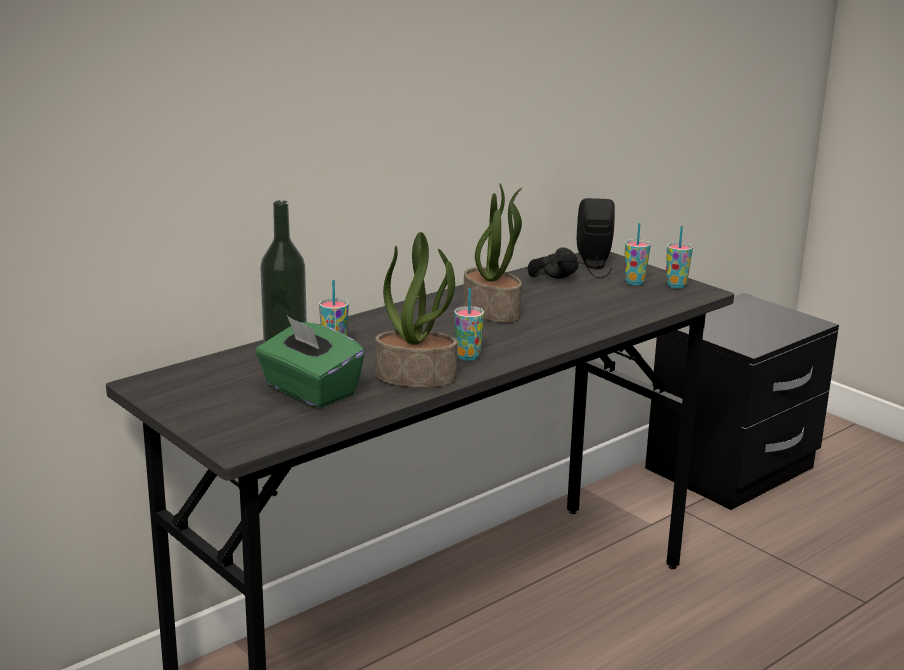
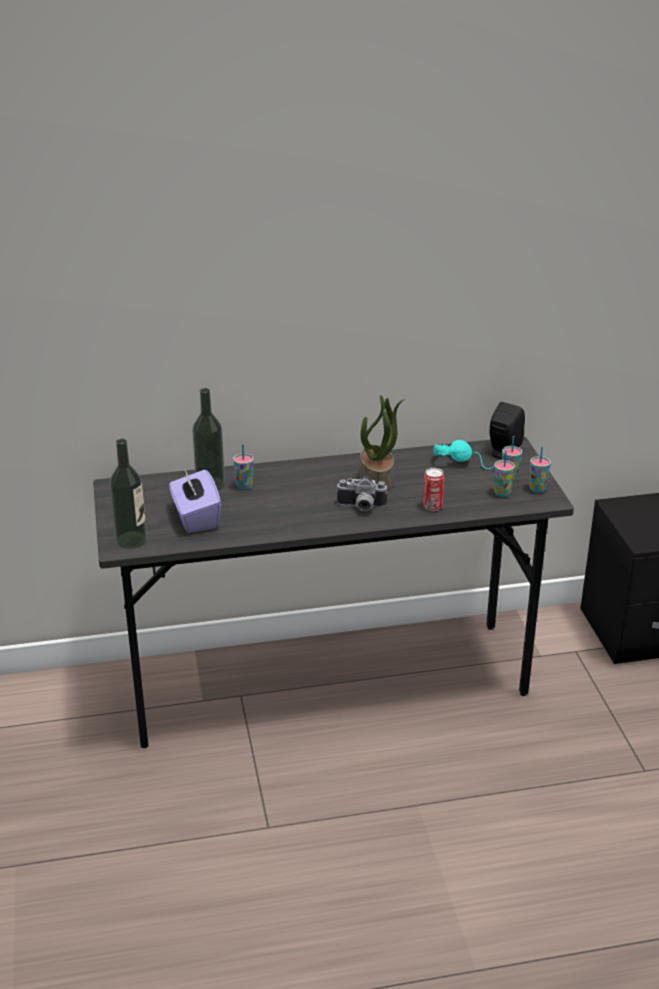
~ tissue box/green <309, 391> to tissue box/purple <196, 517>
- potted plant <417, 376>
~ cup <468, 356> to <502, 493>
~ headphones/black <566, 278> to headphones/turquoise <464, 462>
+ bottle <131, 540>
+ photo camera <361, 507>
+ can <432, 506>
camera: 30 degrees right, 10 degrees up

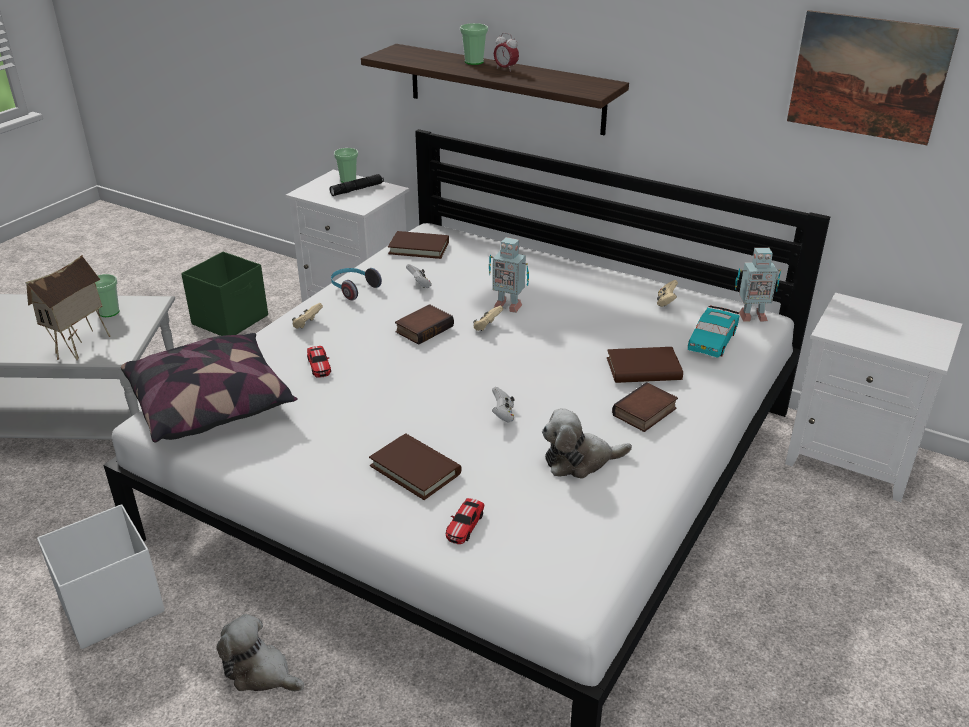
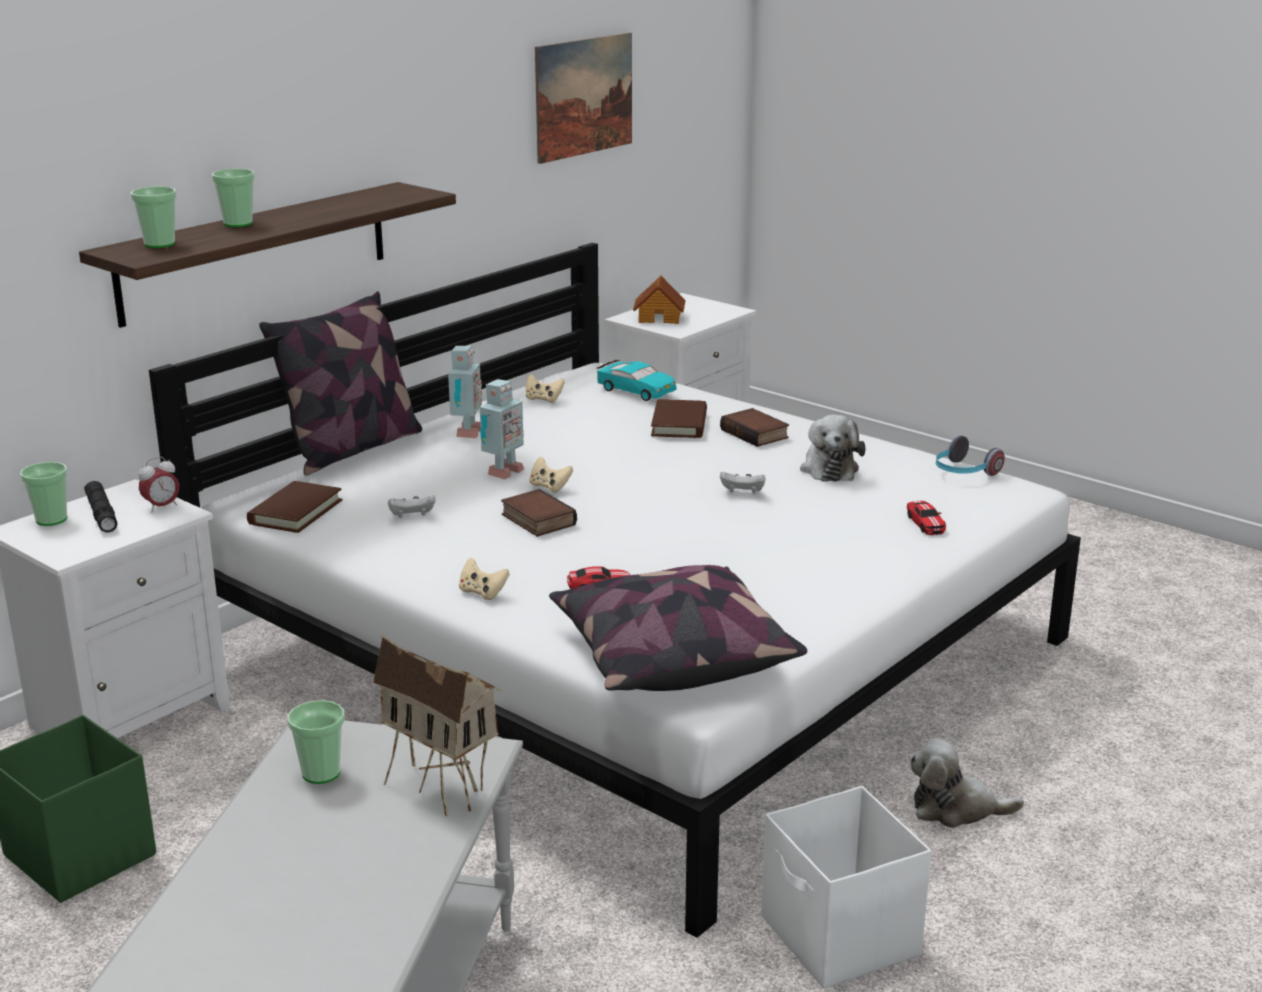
~ plush toy <261, 672> = <956, 809> 60 degrees clockwise
~ headphones <353, 289> to <963, 473>
- book/brown <415, 470>
~ toy car <465, 525> = <925, 523> 45 degrees clockwise
~ alarm clock <505, 69> to <161, 507>
~ toy robot <751, 316> to <466, 433>
+ cup <159, 244>
+ pillow <352, 448>
+ toy house <660, 317>
camera: 80 degrees left, 10 degrees down

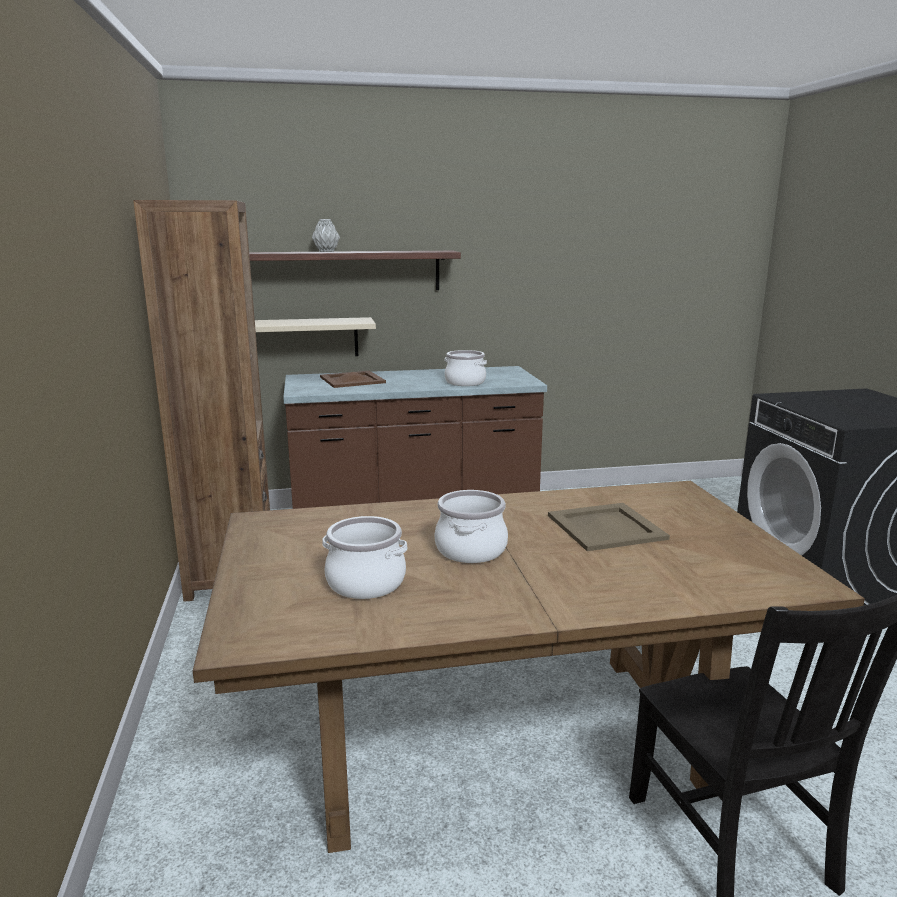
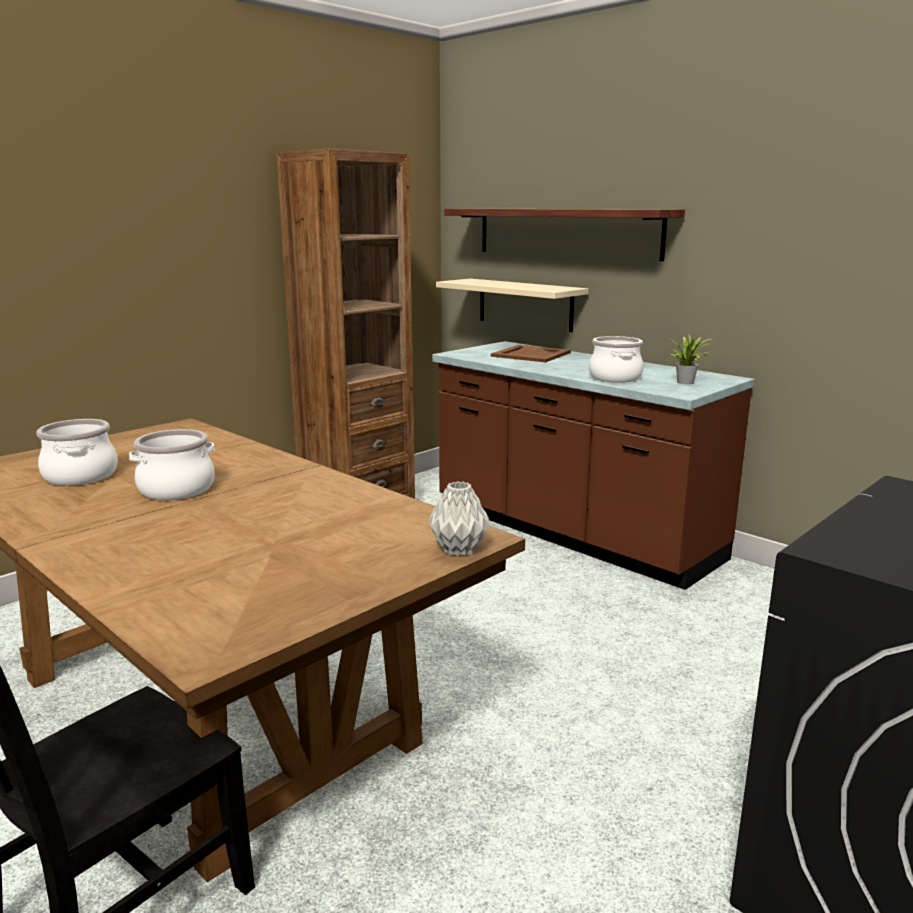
~ vase/grey <326, 251> to <460, 549>
- tray/beige <607, 527>
+ potted plant <687, 382>
camera: 55 degrees right, 0 degrees up

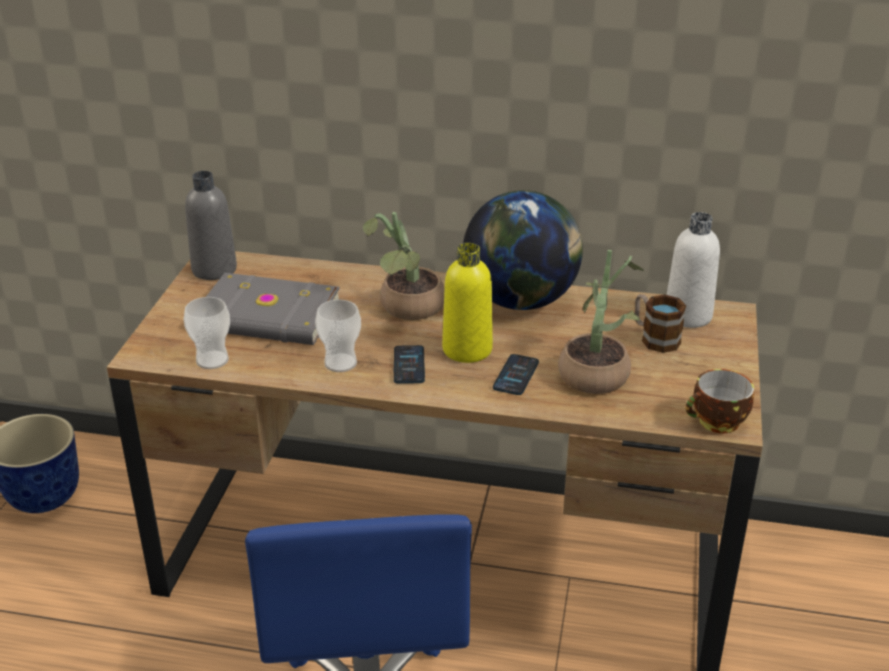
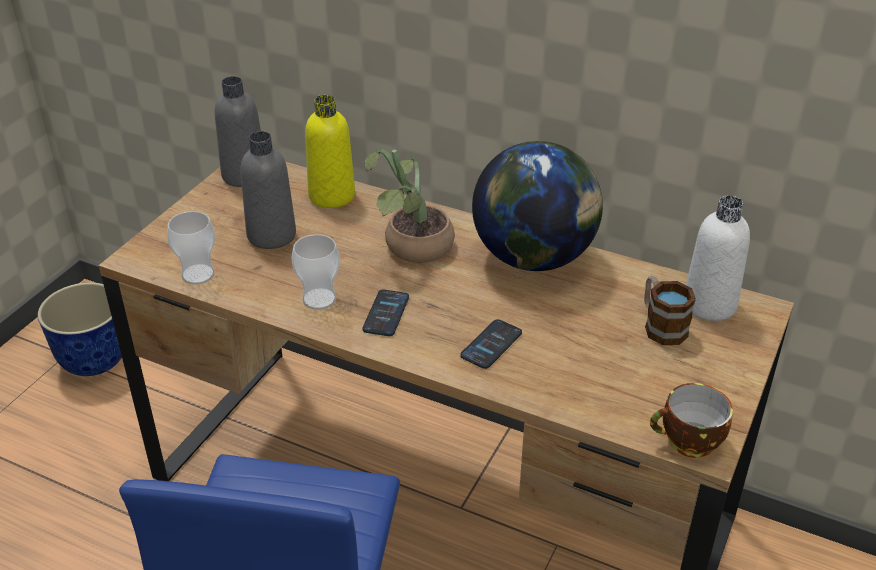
~ book/grey <267, 317> to bottle/grey <271, 235>
~ bottle/yellow <467, 349> to <332, 196>
- potted plant <597, 371>
camera: 15 degrees right, 5 degrees up

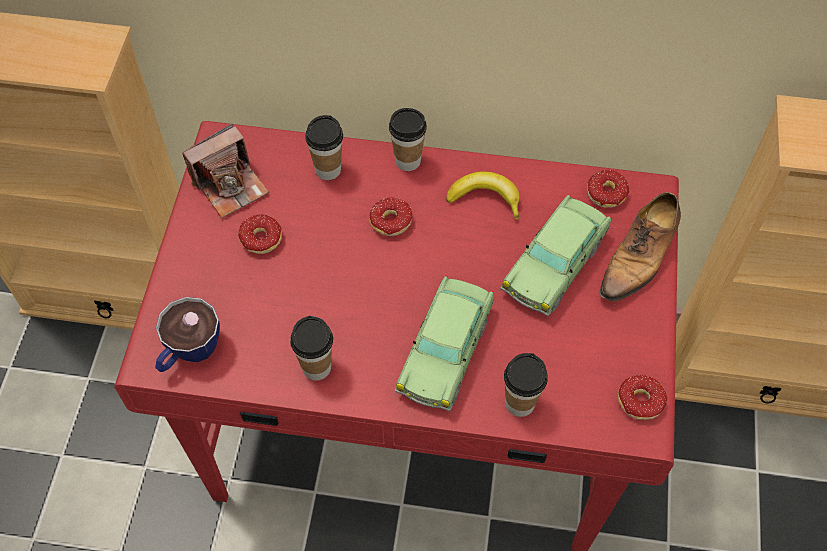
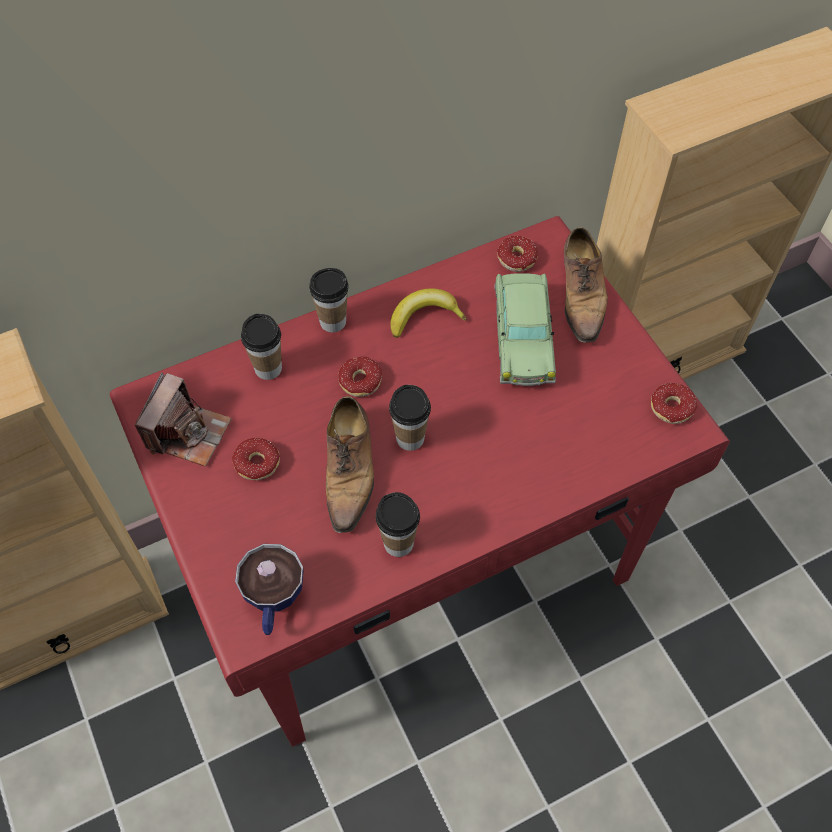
- toy car <445, 351>
~ cup <519, 403> to <410, 438>
+ shoe <349, 471>
camera: 35 degrees left, 0 degrees up

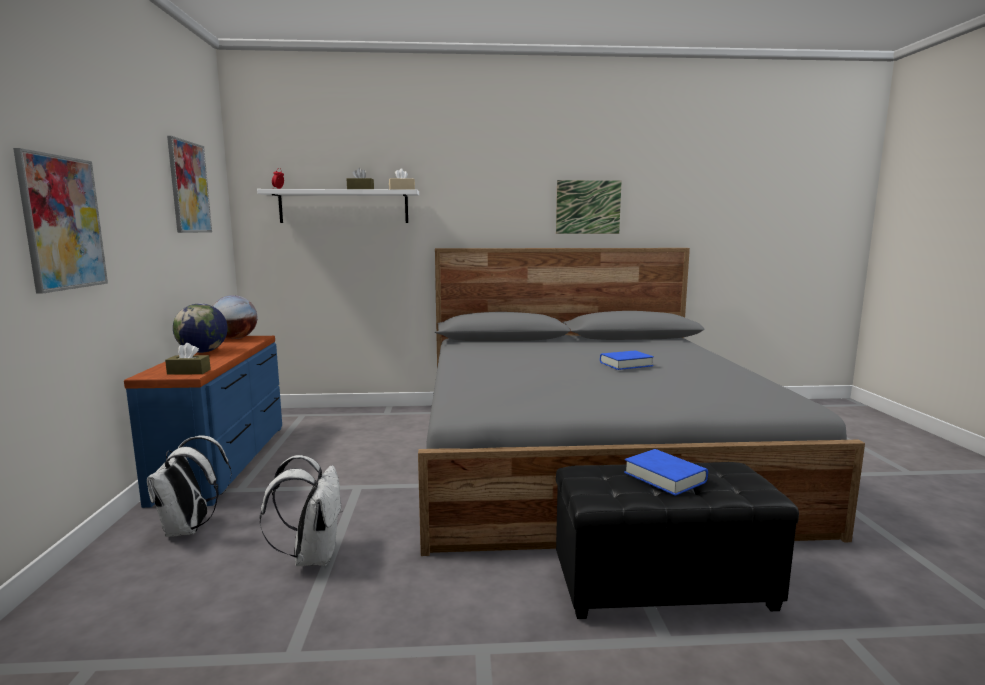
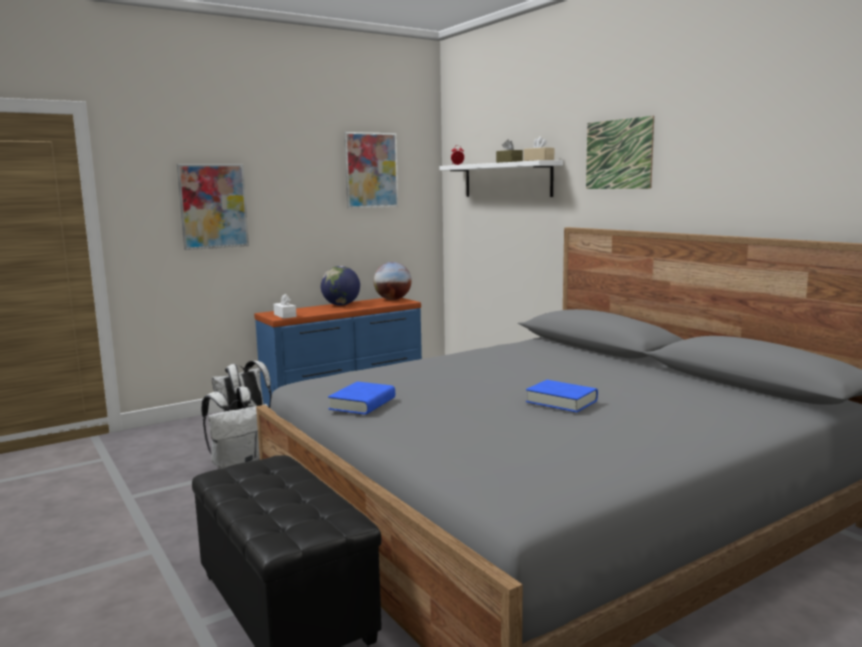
~ tissue box/brown <189, 372> to tissue box/white <285, 315>
~ picture <588, 207> to <618, 154>
~ book/blue <665, 477> to <362, 404>
camera: 60 degrees right, 0 degrees up

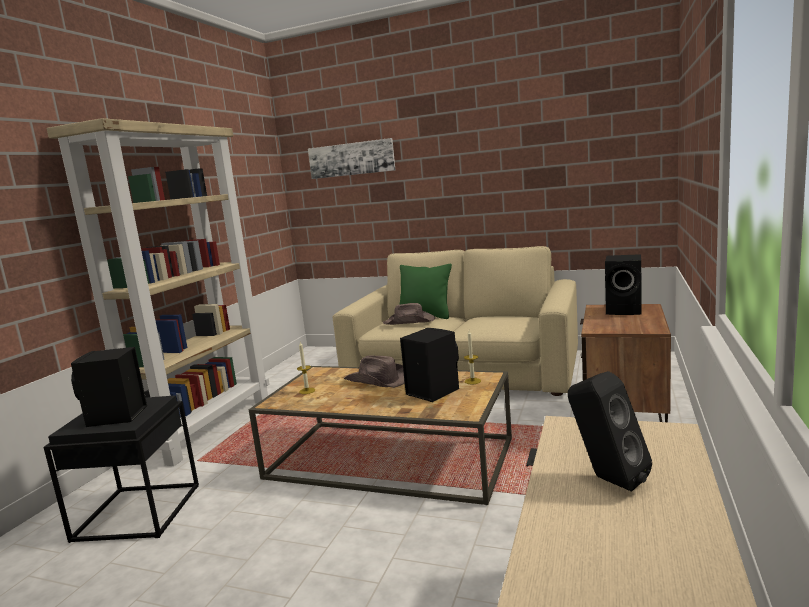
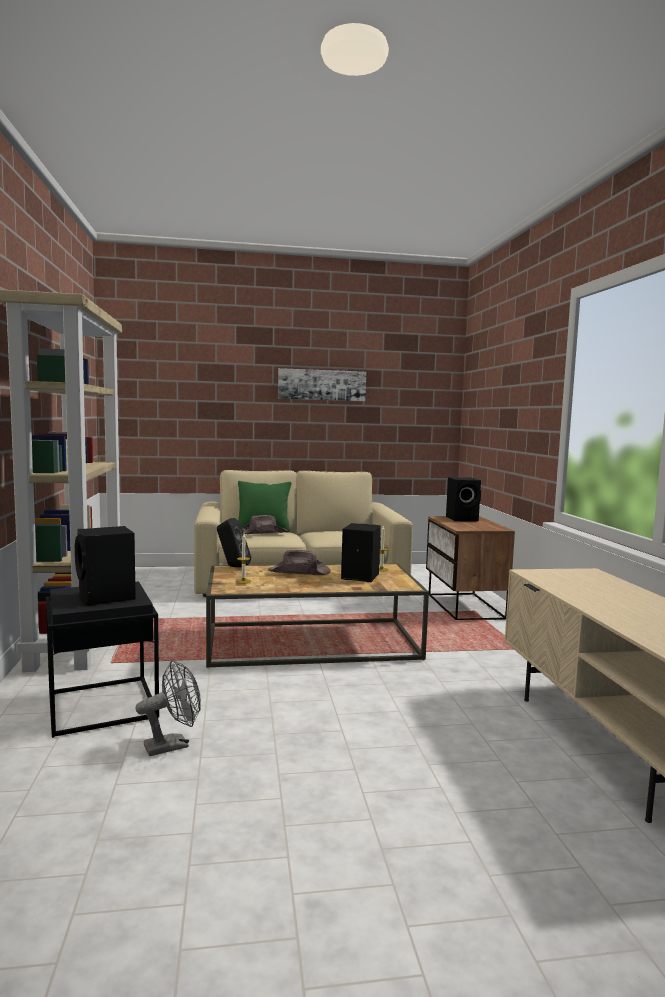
~ picture <351, 159> to <322, 385>
~ speaker/black <607, 479> to <232, 566>
+ fan/grey <173, 745>
camera: 30 degrees left, 5 degrees down

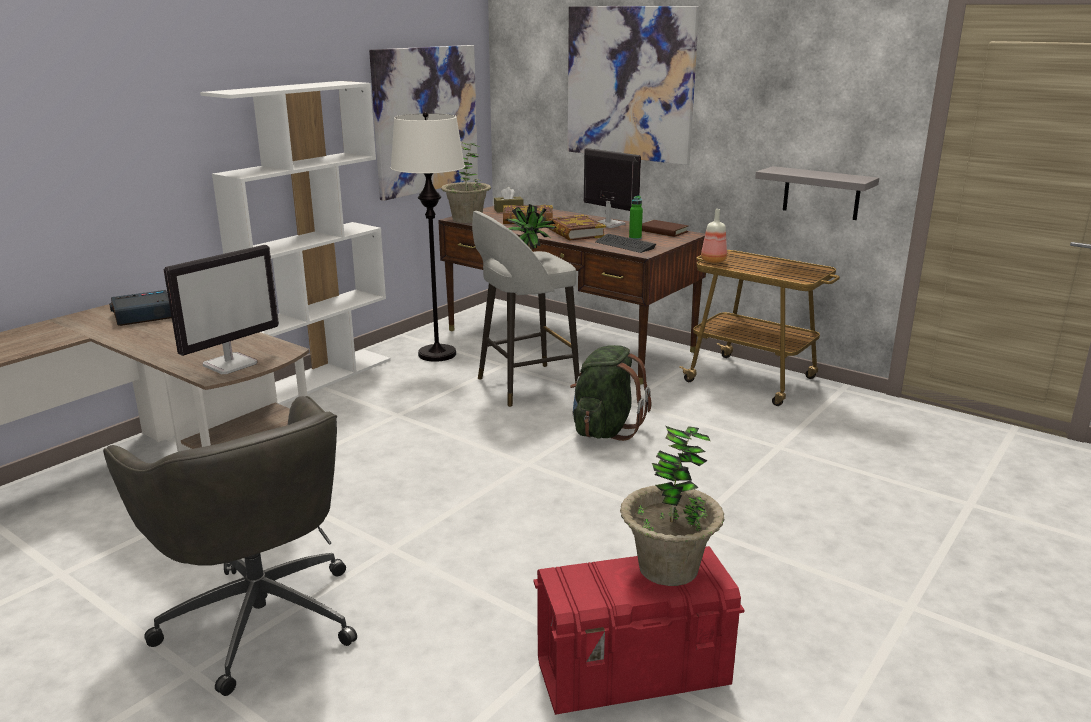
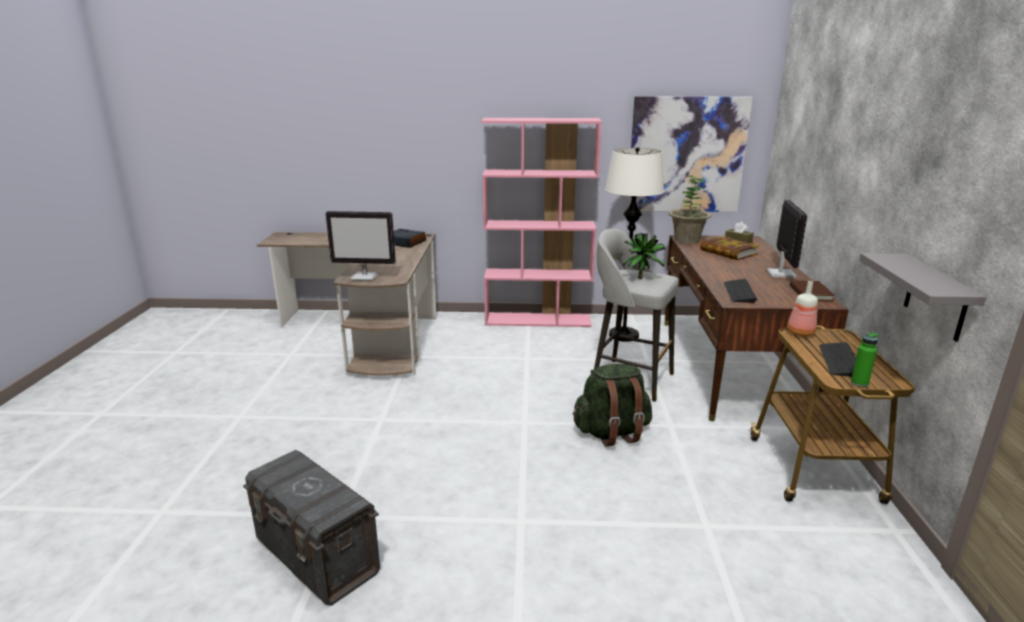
- office chair/grey <259, 616>
~ bookcase/white <320, 377> to bookcase/pink <538, 320>
~ storage box/red <633, 674> to storage box/grey <317, 556>
- book <575, 233>
- picture <630, 84>
- potted plant <668, 568>
~ bottle/green <635, 238> to <859, 383>
+ keyboard <839, 360>
camera: 55 degrees right, 0 degrees up

